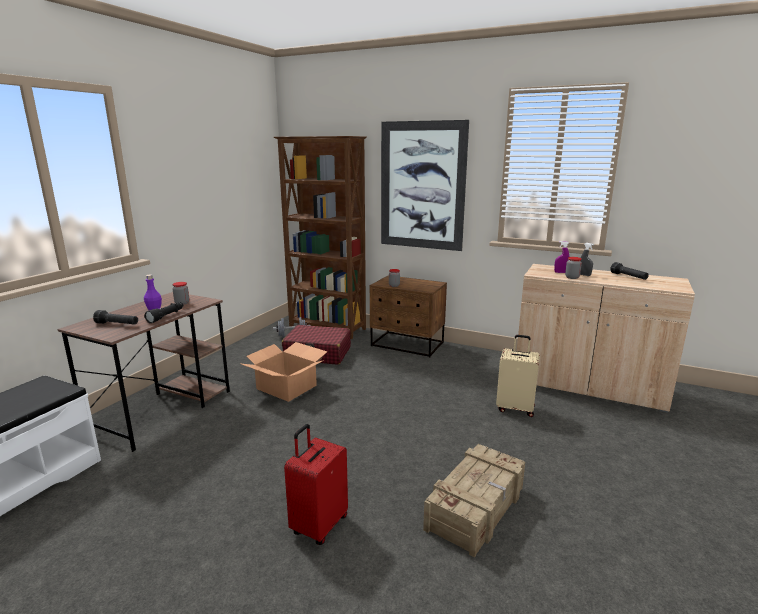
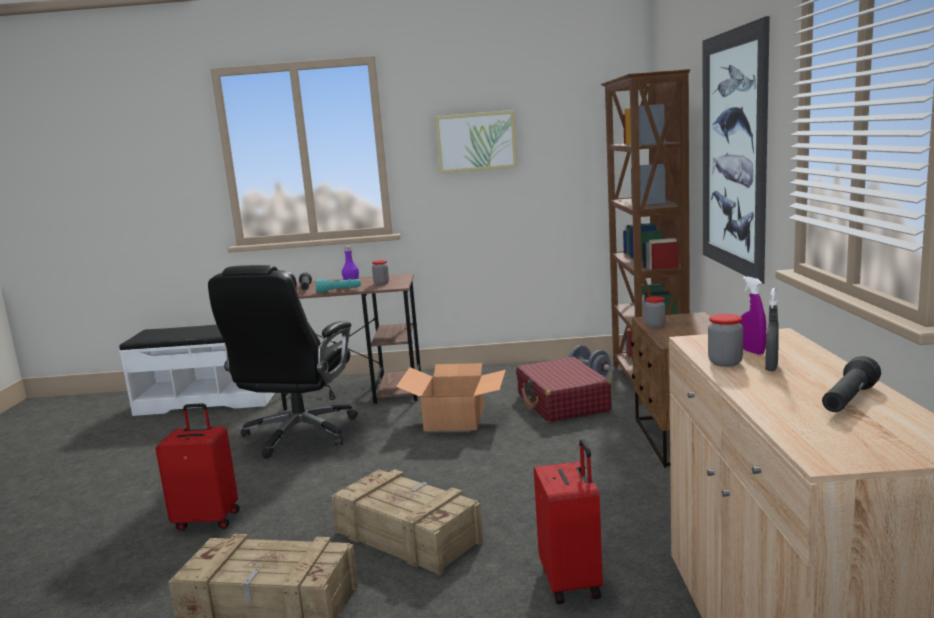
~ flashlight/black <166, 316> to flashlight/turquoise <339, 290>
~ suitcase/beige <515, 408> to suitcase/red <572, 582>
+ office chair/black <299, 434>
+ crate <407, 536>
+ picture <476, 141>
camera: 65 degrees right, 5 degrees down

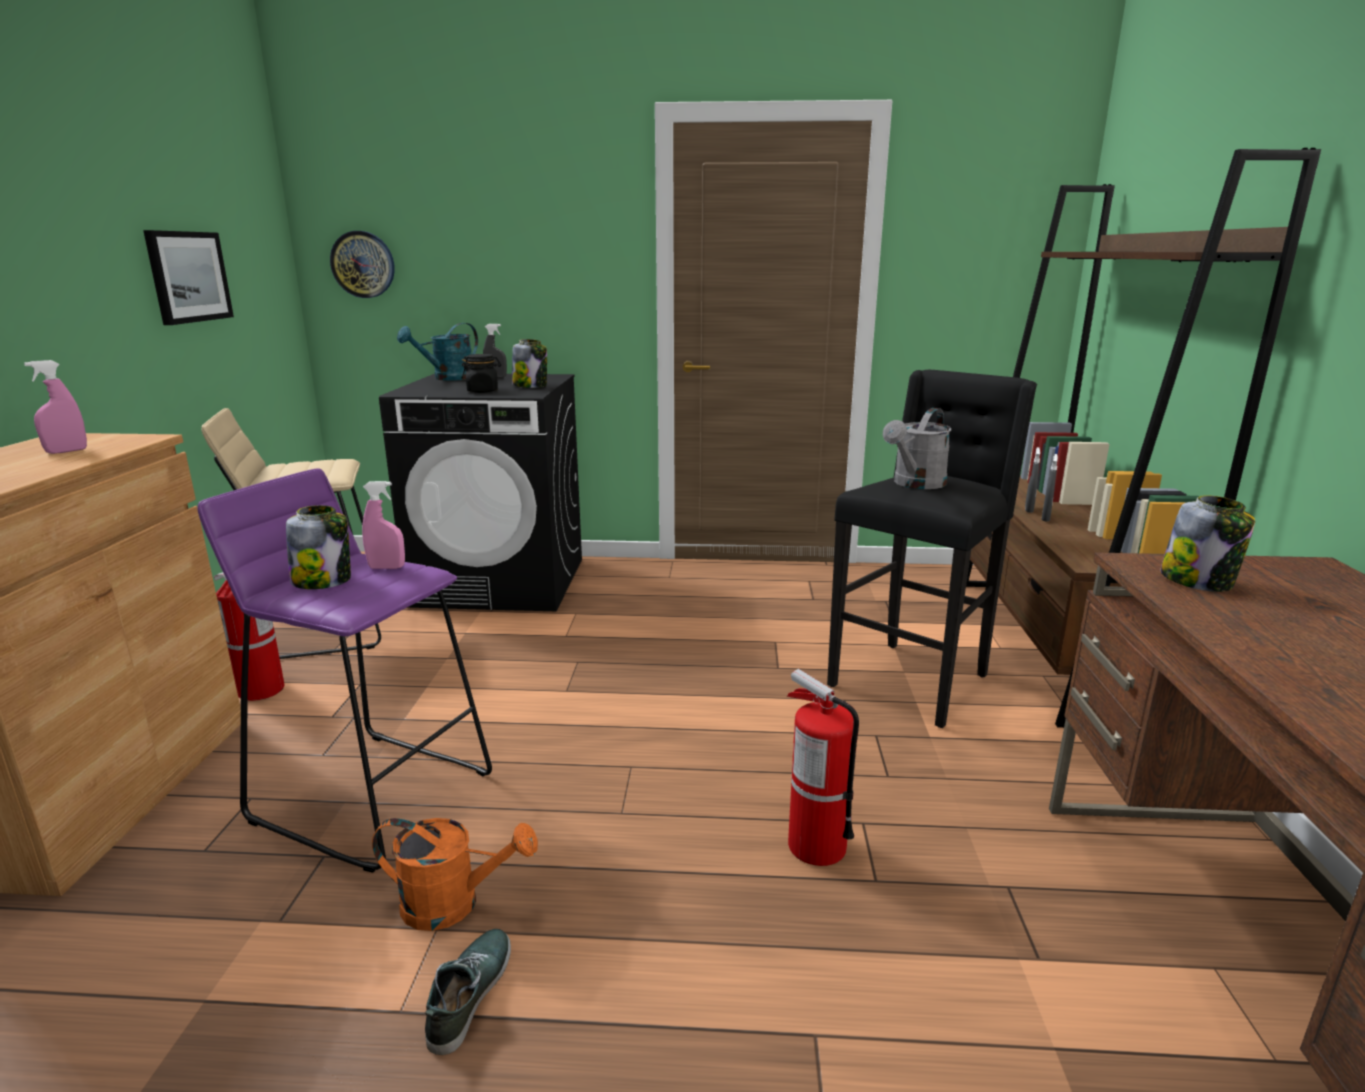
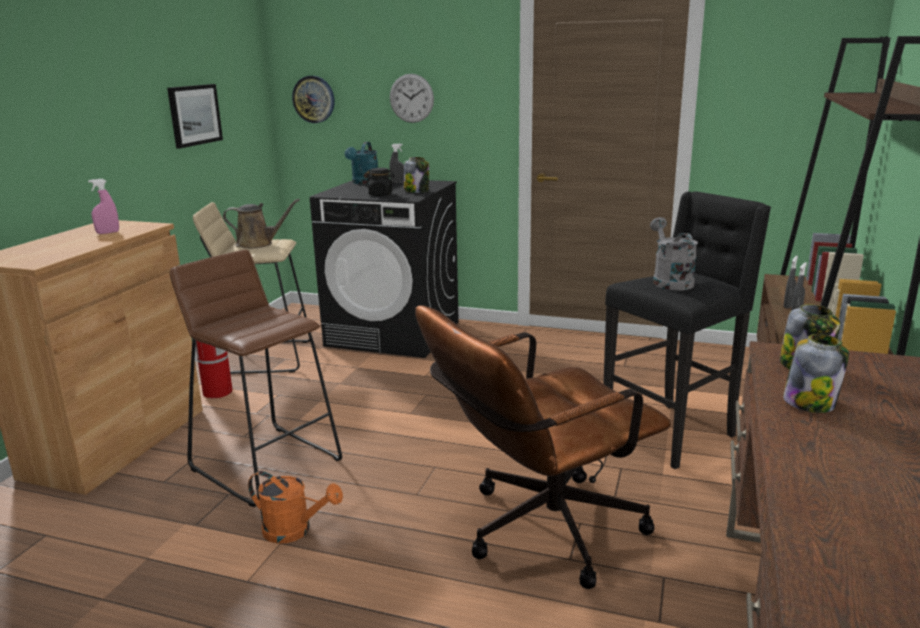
~ stool/purple <373, 795> to stool/brown <267, 463>
~ jar <323, 581> to <810, 403>
- spray bottle/pink <387, 567>
~ watering can/turquoise <447, 378> = <364, 183> 45 degrees counterclockwise
- shoe <468, 994>
~ fire extinguisher <816, 845> to office chair/brown <539, 532>
~ watering can/grey <915, 484> = <669, 281> 120 degrees clockwise
+ watering can/brown <258, 244>
+ wall clock <411, 98>
camera: 15 degrees right, 0 degrees up

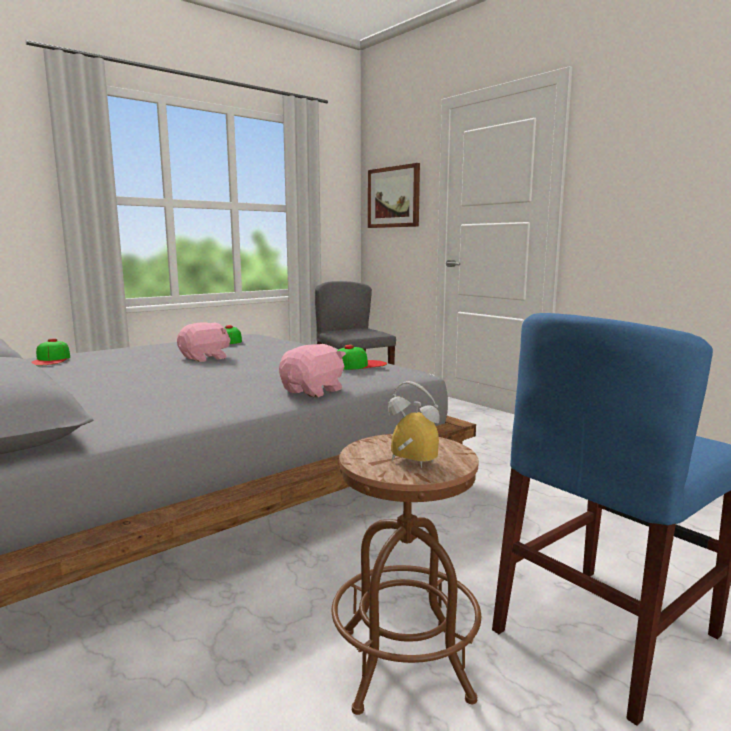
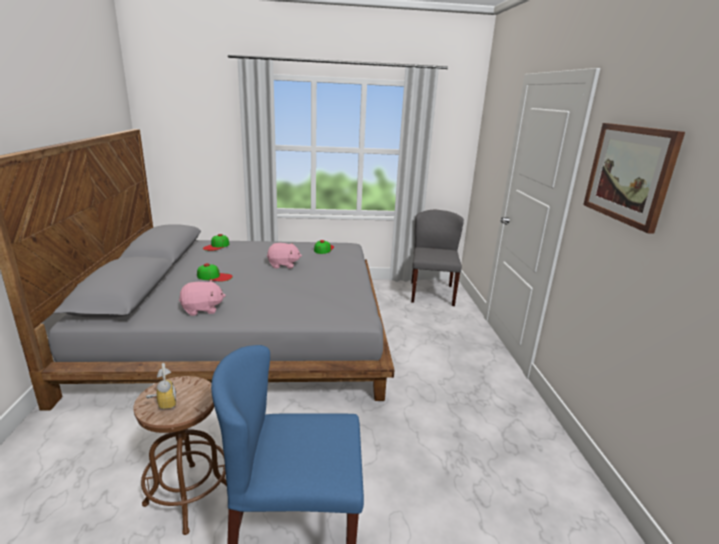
~ plush toy/pink <313, 391> to <202, 309>
~ cap <359, 365> to <214, 276>
~ picture <394, 197> to <629, 174>
camera: 35 degrees right, 10 degrees up

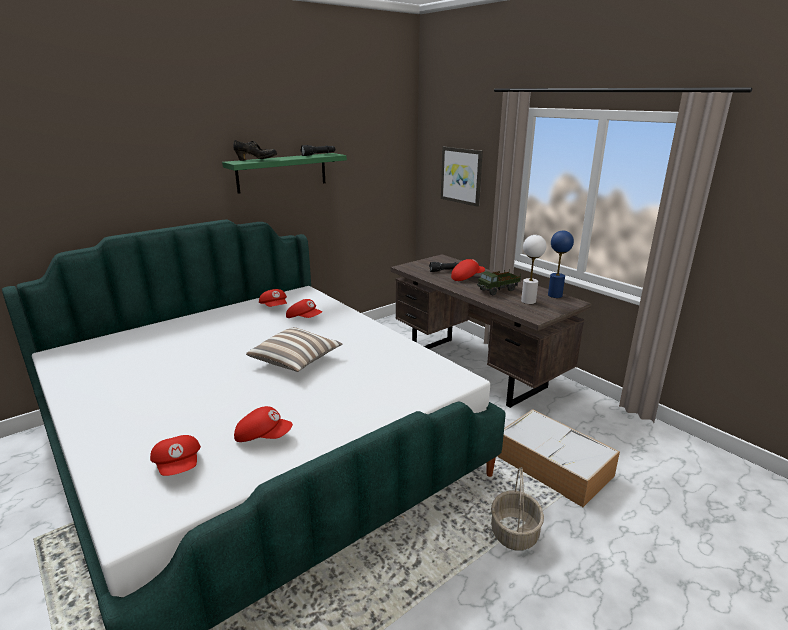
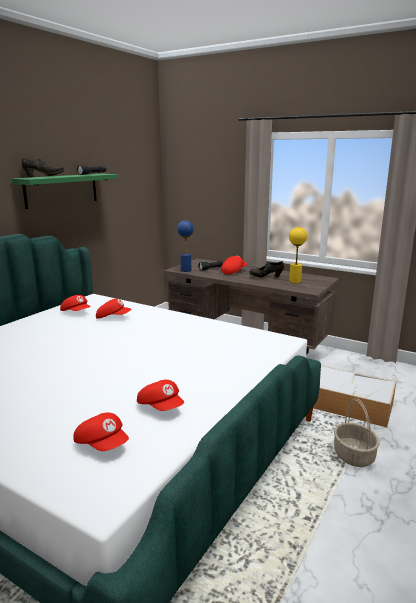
~ cap/red <263, 436> = <161, 407> 60 degrees clockwise
- pillow <296, 361>
- picture <461, 175>
~ toy truck <498, 290> to shoe/black <266, 277>
~ table lamp/white <528, 301> to table lamp/yellow <295, 281>
~ table lamp/blue <554, 295> to <185, 270>
camera: 20 degrees left, 5 degrees down

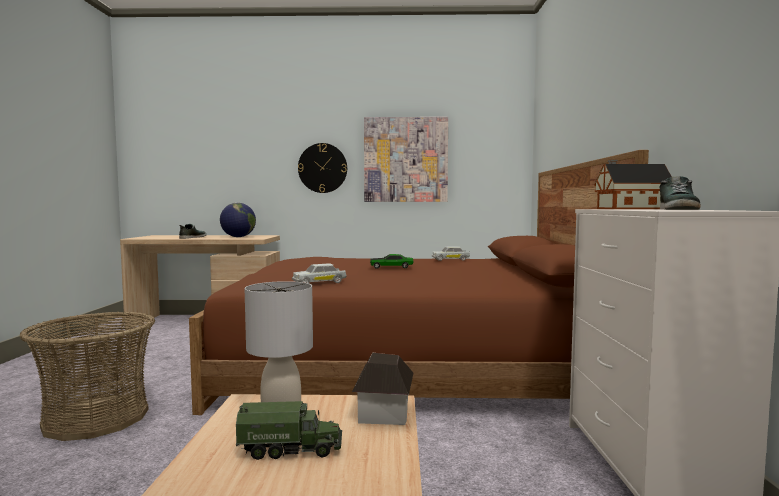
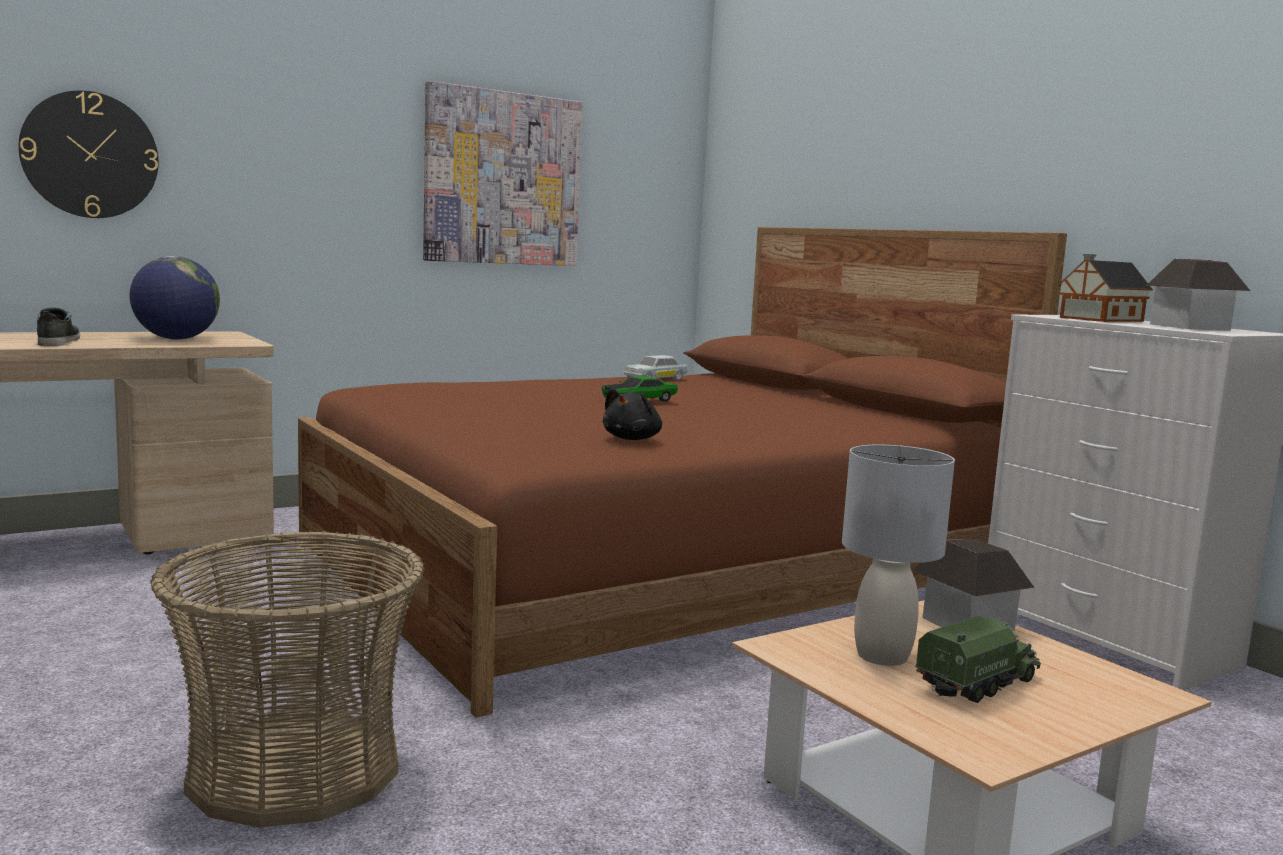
~ toy car/white <319, 282> to plush toy/black <633, 439>
~ wall clock <322, 168> to <90, 155>
~ shoe <678, 209> to toy house <1190, 327>
camera: 35 degrees left, 5 degrees up

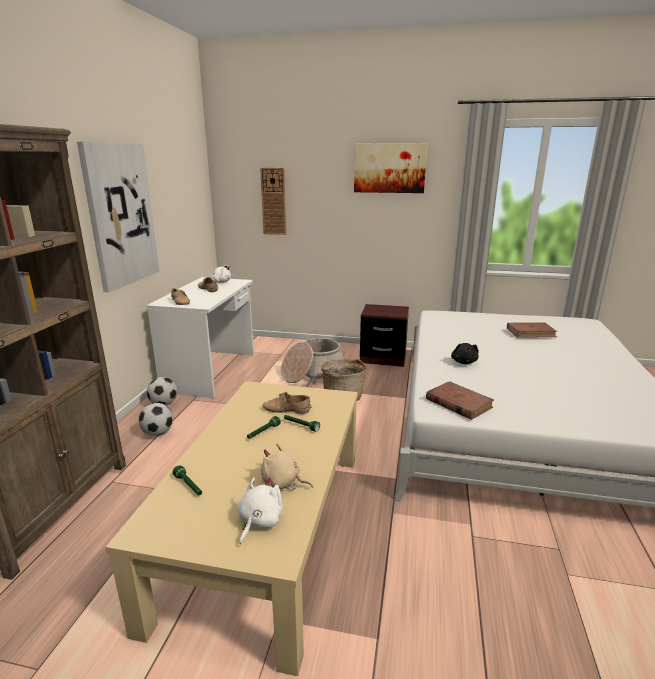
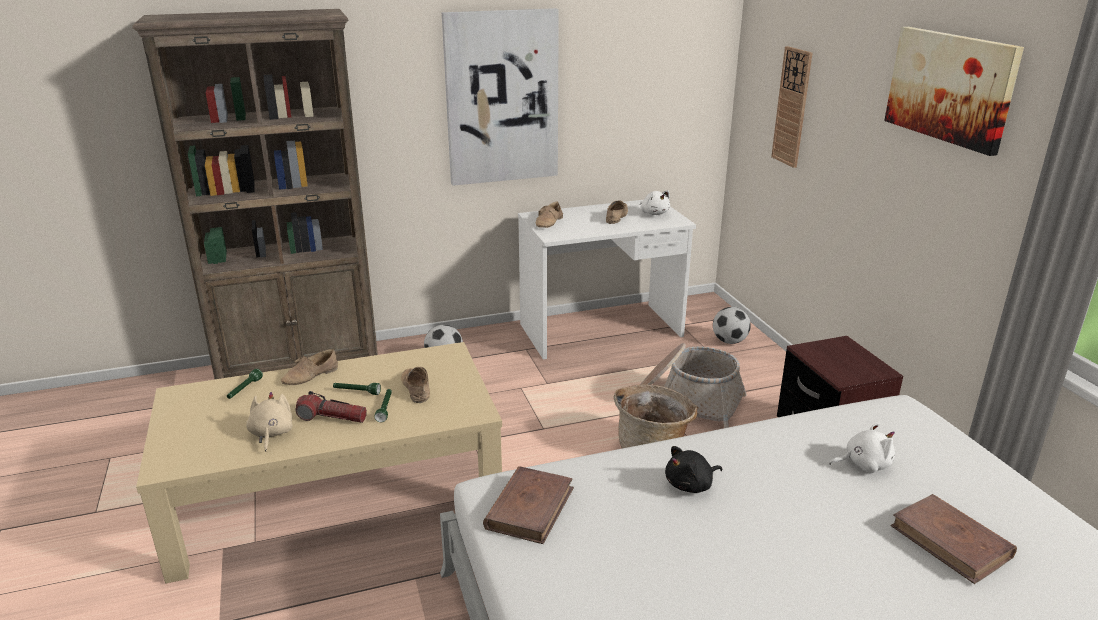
~ football <164, 404> to <729, 341>
~ plush toy/white <259, 521> to <863, 464>
+ shoe/beige <311, 376>
+ flashlight <332, 418>
camera: 60 degrees right, 5 degrees up

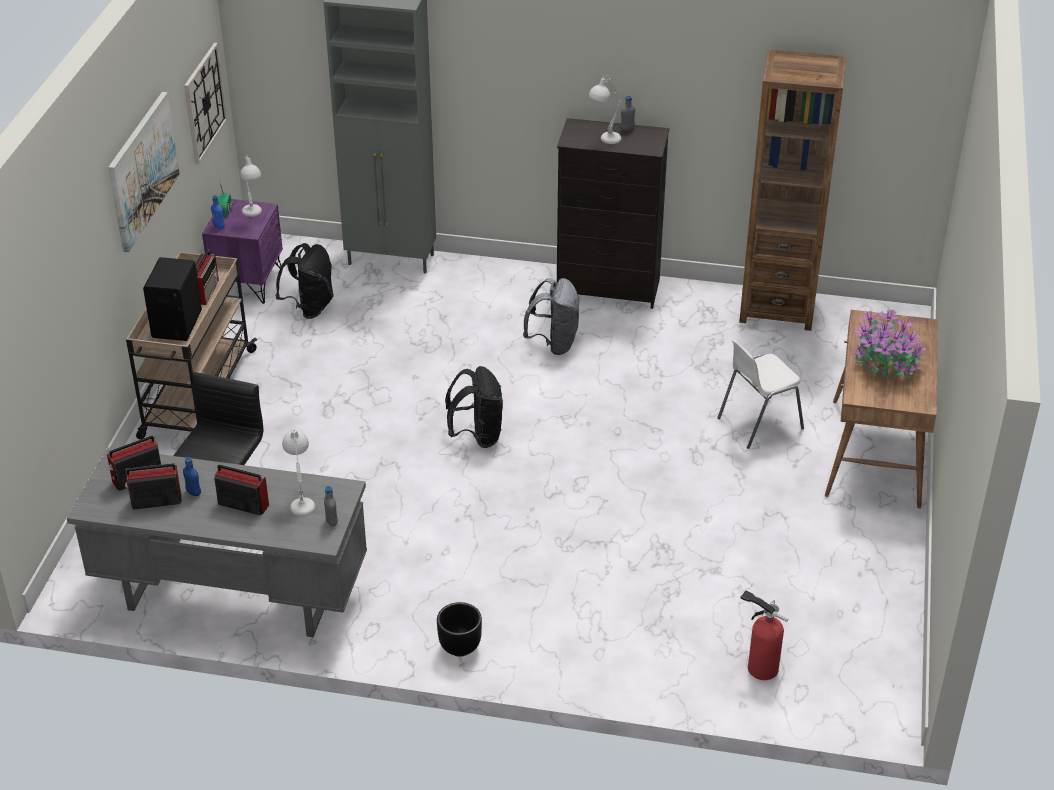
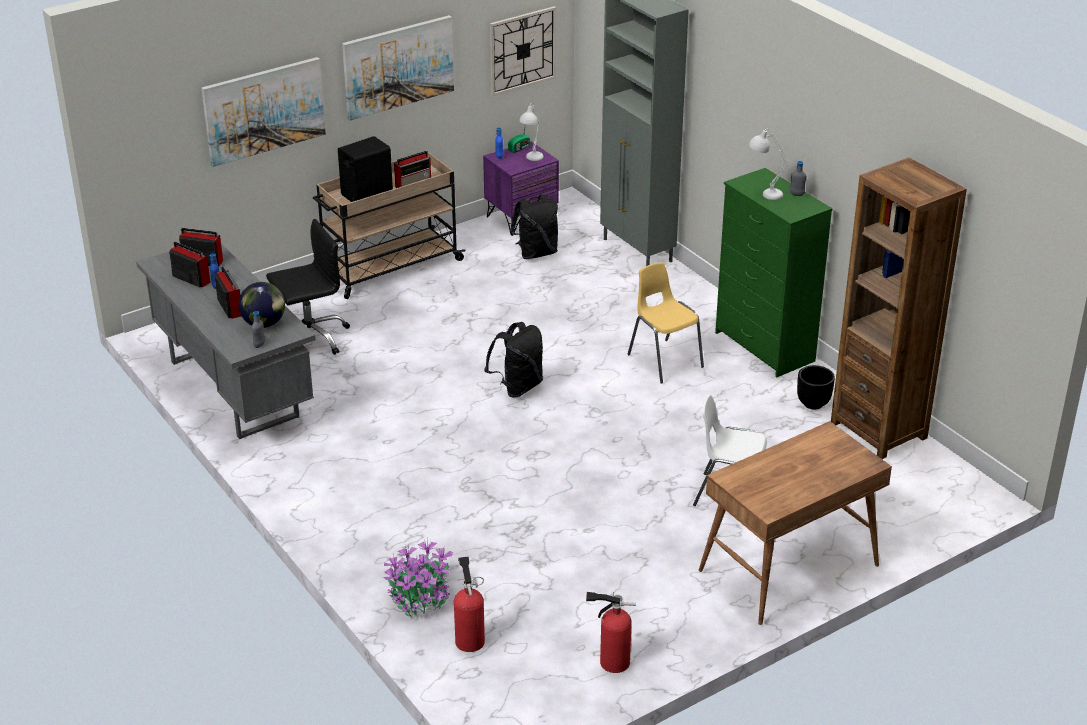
~ table lamp/white <302, 500> to globe <264, 324>
~ planter/black <459, 647> to <813, 403>
~ backpack/grey <554, 343> to chair/yellow <664, 360>
~ dresser/black <609, 289> to dresser/green <764, 347>
~ potted plant <884, 364> to <420, 597>
+ picture <264, 110>
+ fire extinguisher <611, 662>
camera: 45 degrees right, 5 degrees down

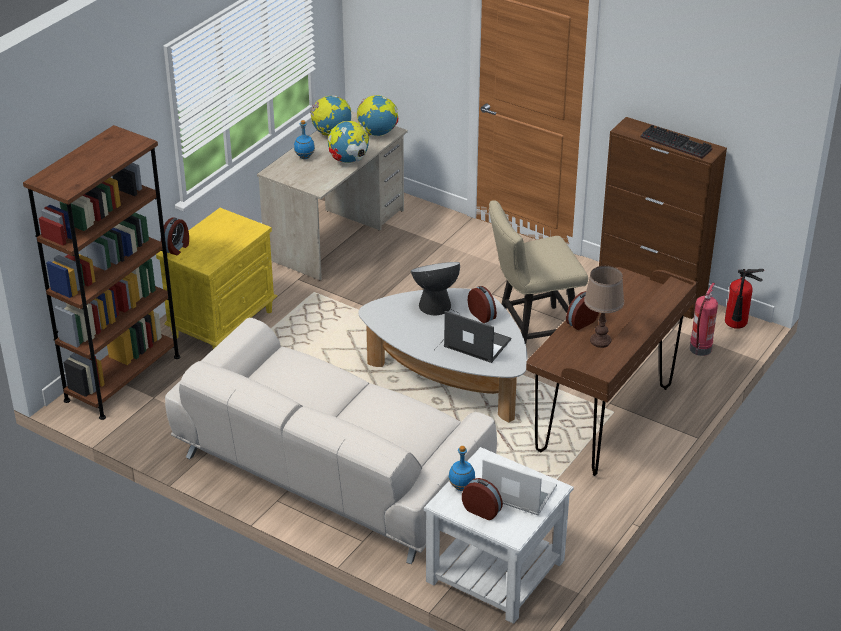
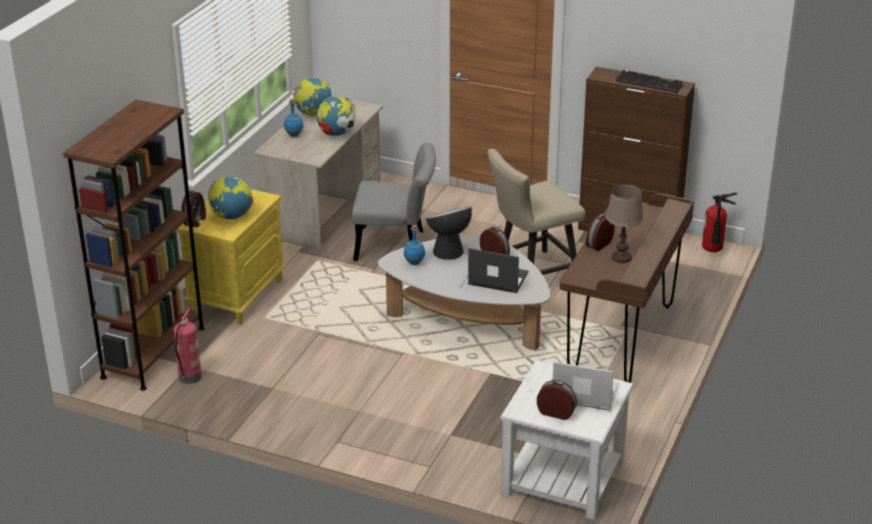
- sofa/white <330, 472>
~ globe <378, 133> to <232, 217>
~ bottle/blue <461, 487> to <414, 262>
~ fire extinguisher <700, 349> to <190, 378>
+ chair/grey <397, 245>
camera: 10 degrees left, 5 degrees down

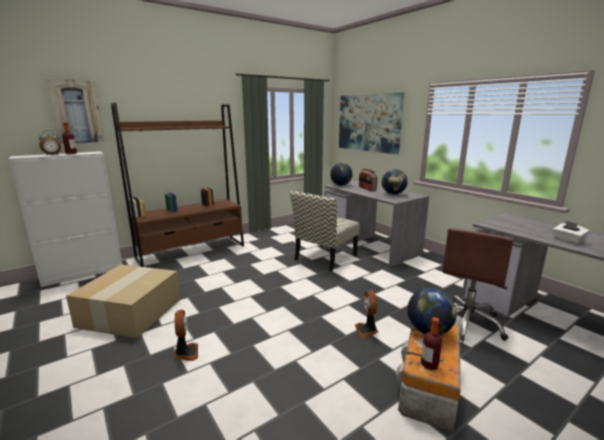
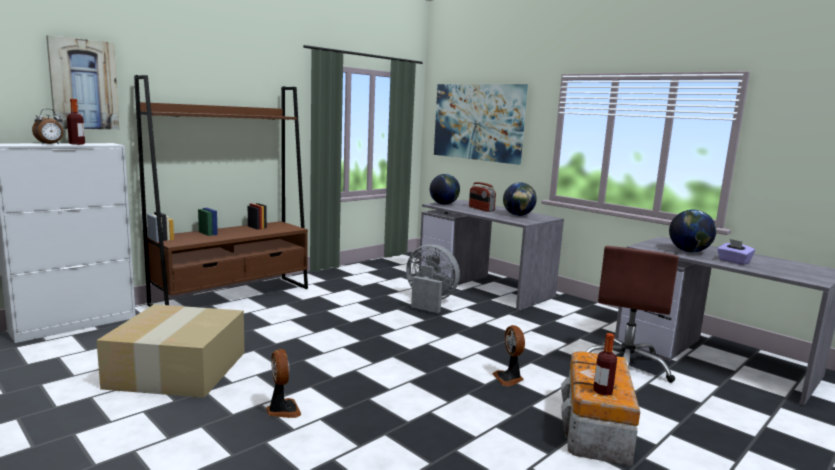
~ chair <325, 257> to fan/grey <429, 302>
~ globe <429, 331> to <689, 251>
~ tissue box/white <568, 240> to tissue box/purple <733, 261>
camera: 10 degrees left, 5 degrees down

